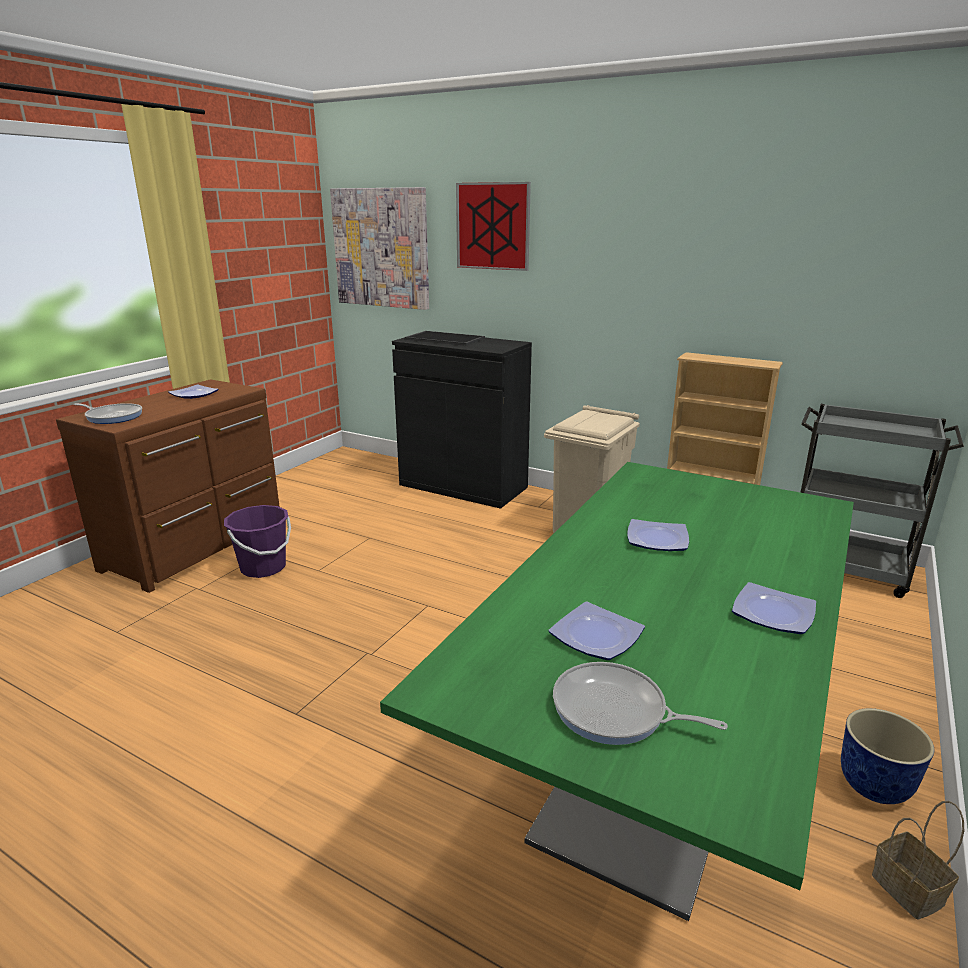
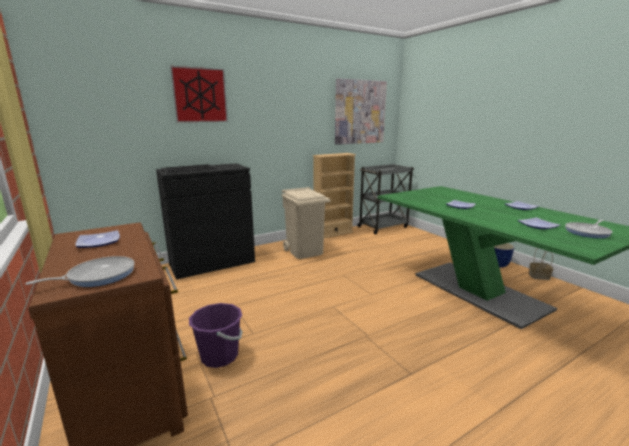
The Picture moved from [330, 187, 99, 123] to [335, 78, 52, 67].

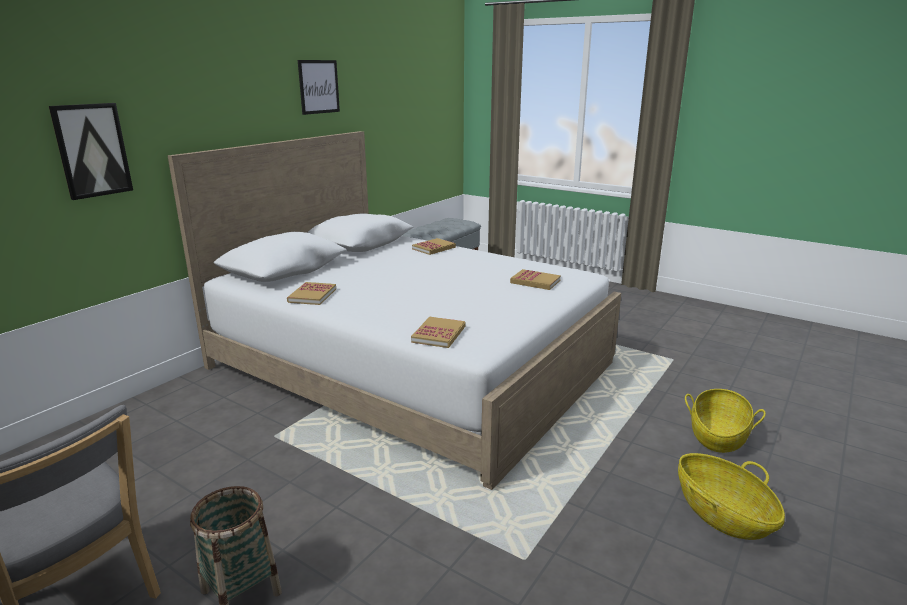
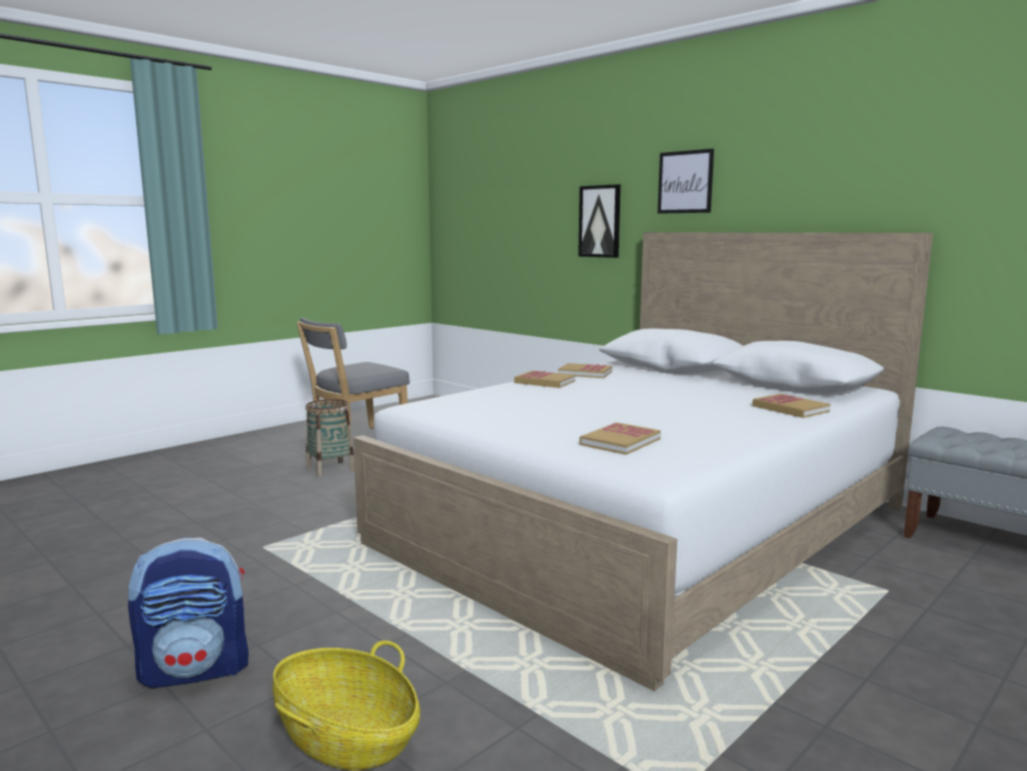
The Basket at [678, 453, 107, 87] was replaced by the Backpack at [128, 537, 120, 151].
The Book moved from [411, 317, 54, 31] to [514, 371, 61, 17].
The Picture moved from [298, 60, 42, 55] to [658, 149, 56, 65].

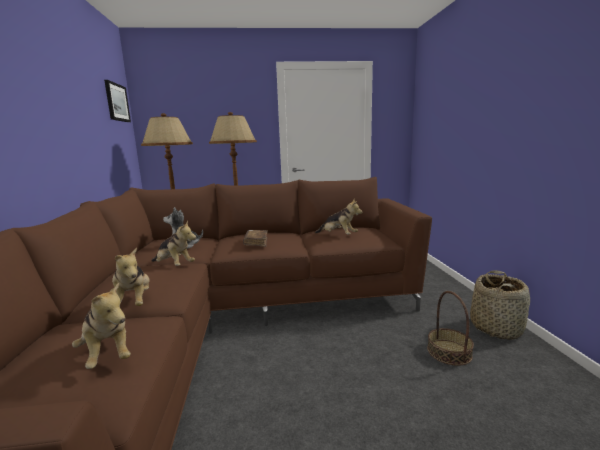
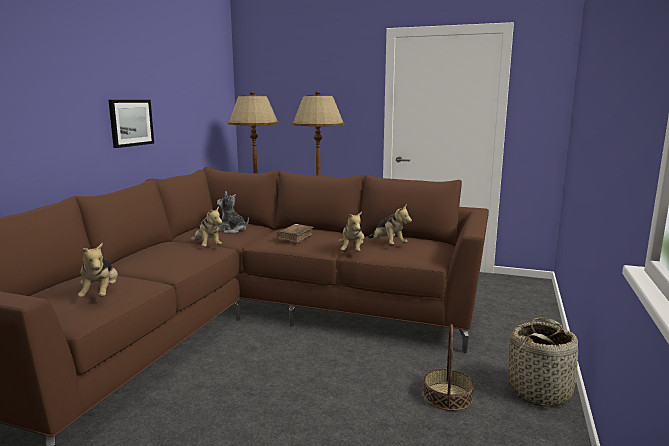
The Picture moved from [104, 80, 27, 42] to [108, 100, 46, 48].
The PlushToy moved from [110, 247, 40, 59] to [339, 211, 25, 41].

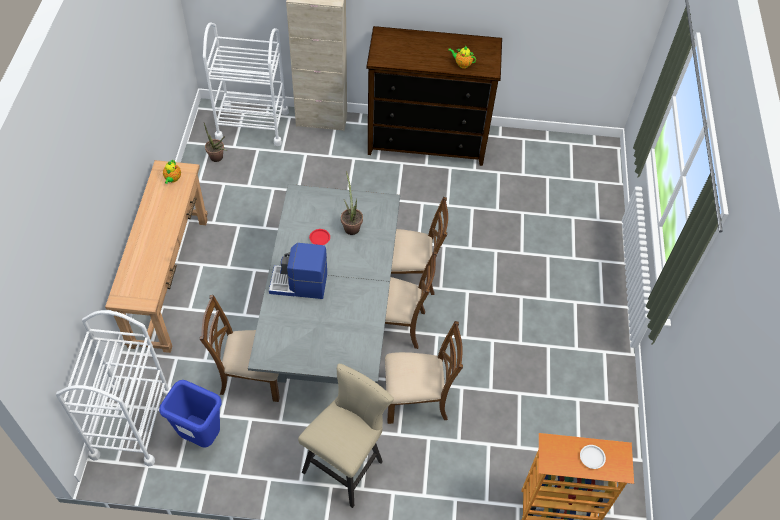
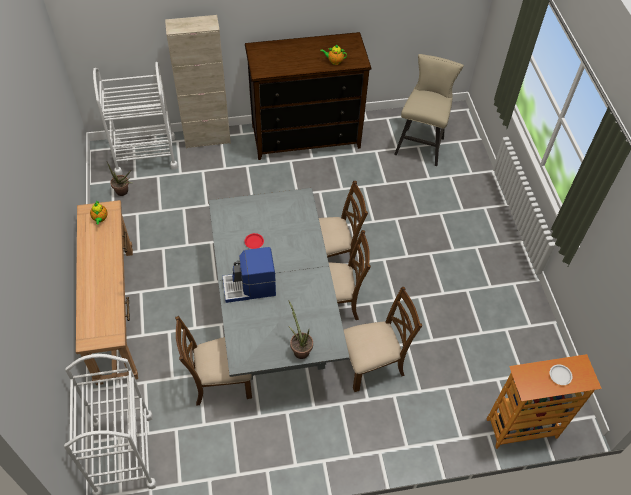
The PottedPlant moved from [341, 171, 22, 64] to [288, 300, 25, 59].
The BeigeStool moved from [298, 363, 96, 145] to [394, 54, 70, 112].
The BlueTrashCan at [159, 380, 63, 68] disappeared.

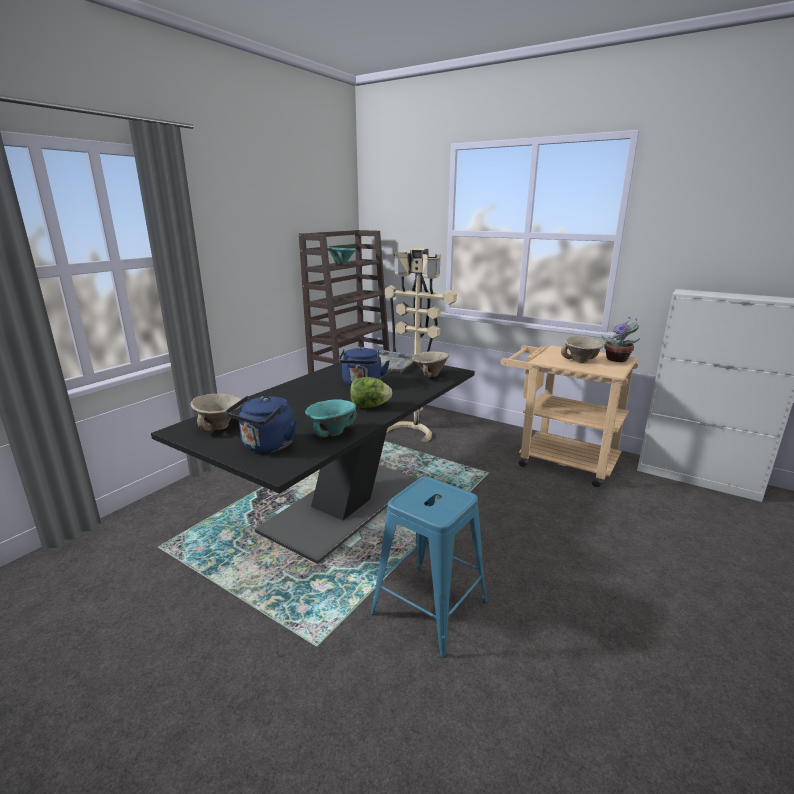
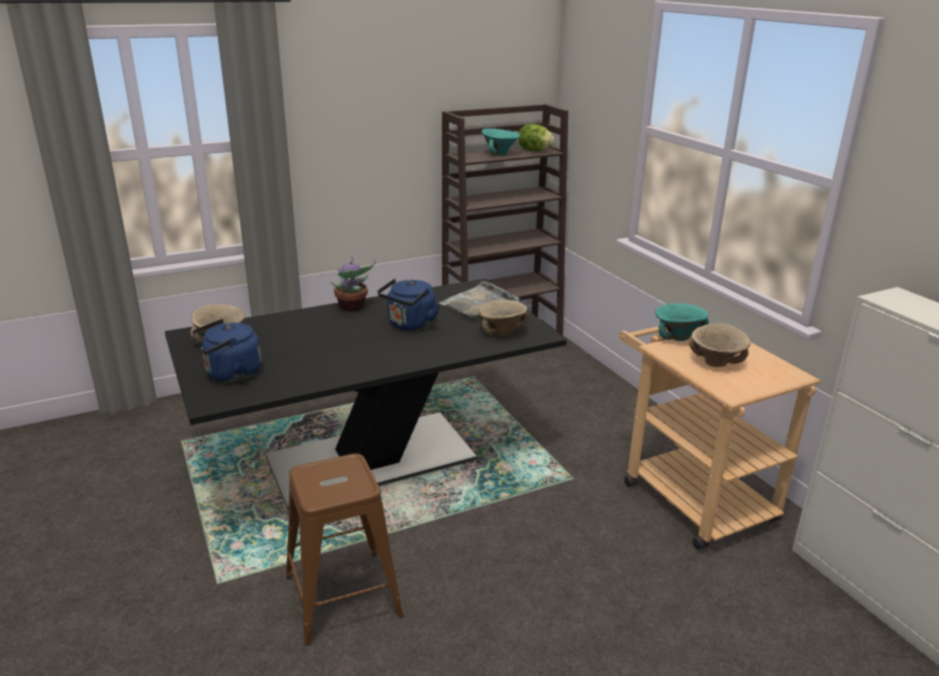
The BlueStool at [371, 477, 116, 181] became the BrownStool at [286, 454, 117, 192].
The PottedPlant moved from [601, 317, 39, 45] to [331, 256, 45, 56].
The Lettuce moved from [350, 377, 42, 31] to [518, 124, 36, 27].
The TurquoiseBowl moved from [305, 399, 52, 38] to [655, 303, 54, 38].
The BeigeFloorLamp at [385, 248, 72, 194] disappeared.

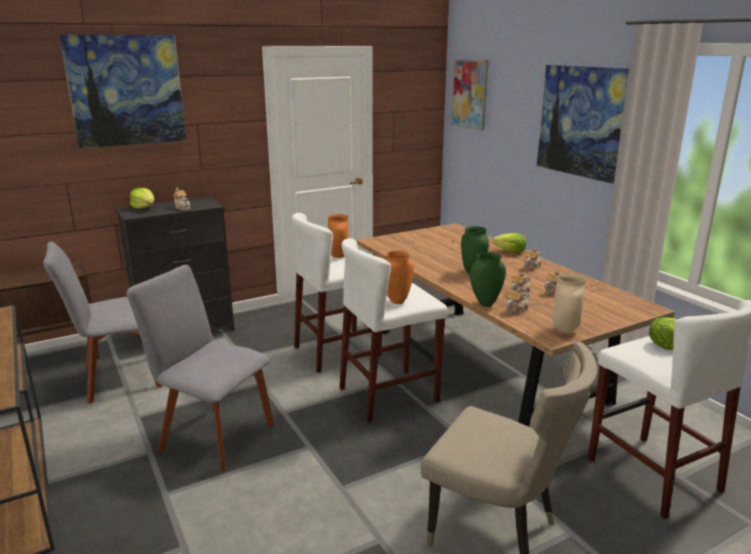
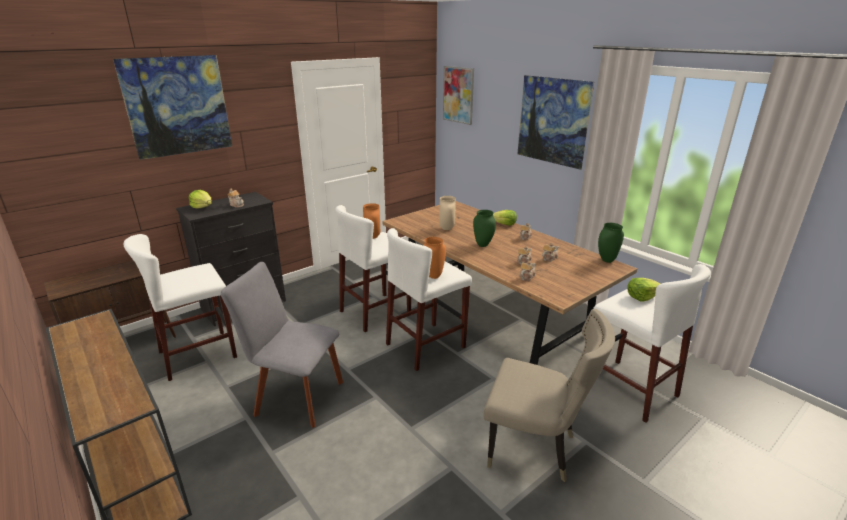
The GreyChair at [43, 241, 119, 163] was replaced by the WhiteStool at [123, 234, 114, 147].
The BeigeVase moved from [552, 273, 34, 60] to [439, 196, 17, 34].
The GreenVase moved from [470, 252, 36, 55] to [598, 223, 26, 40].

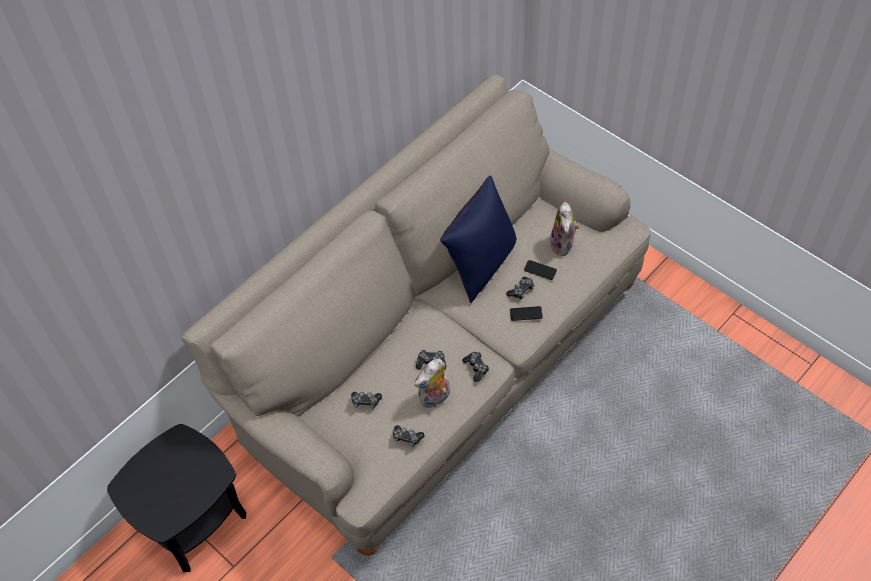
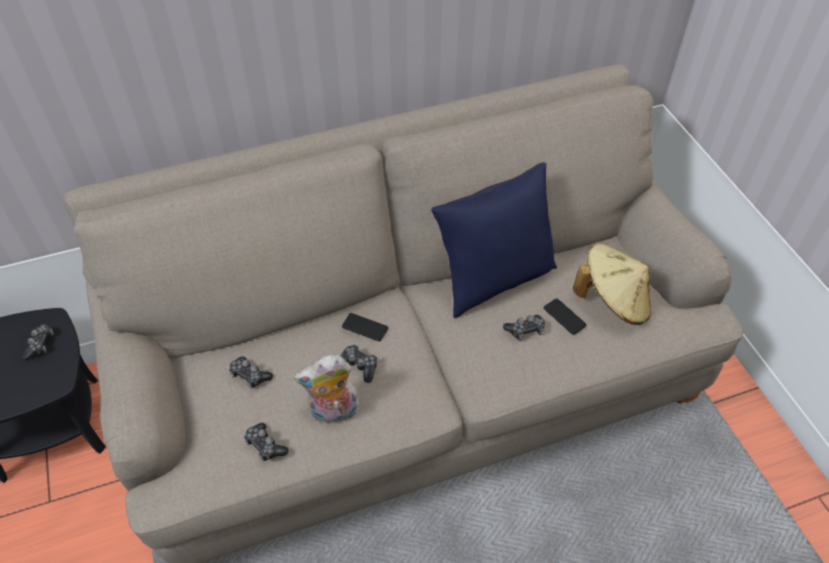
The GameController moved from [462, 352, 27, 30] to [22, 324, 31, 36].
The Phone moved from [510, 306, 33, 15] to [342, 313, 46, 28].
The PlushToy at [550, 202, 30, 54] was replaced by the BeigeHat at [573, 244, 78, 81].

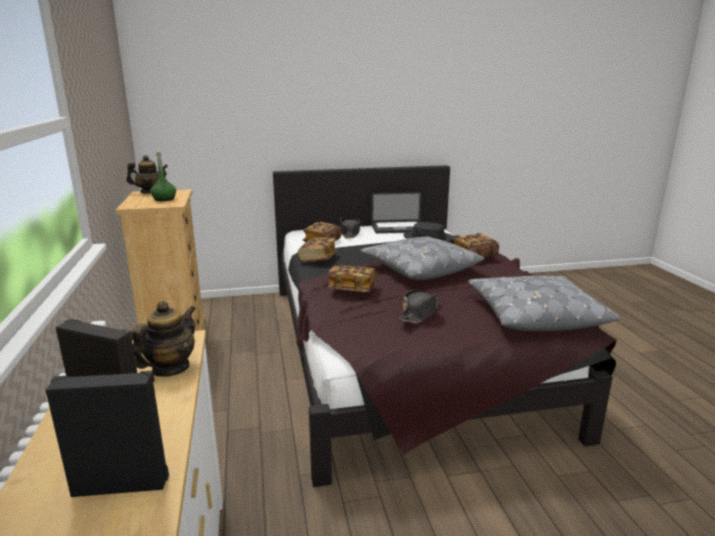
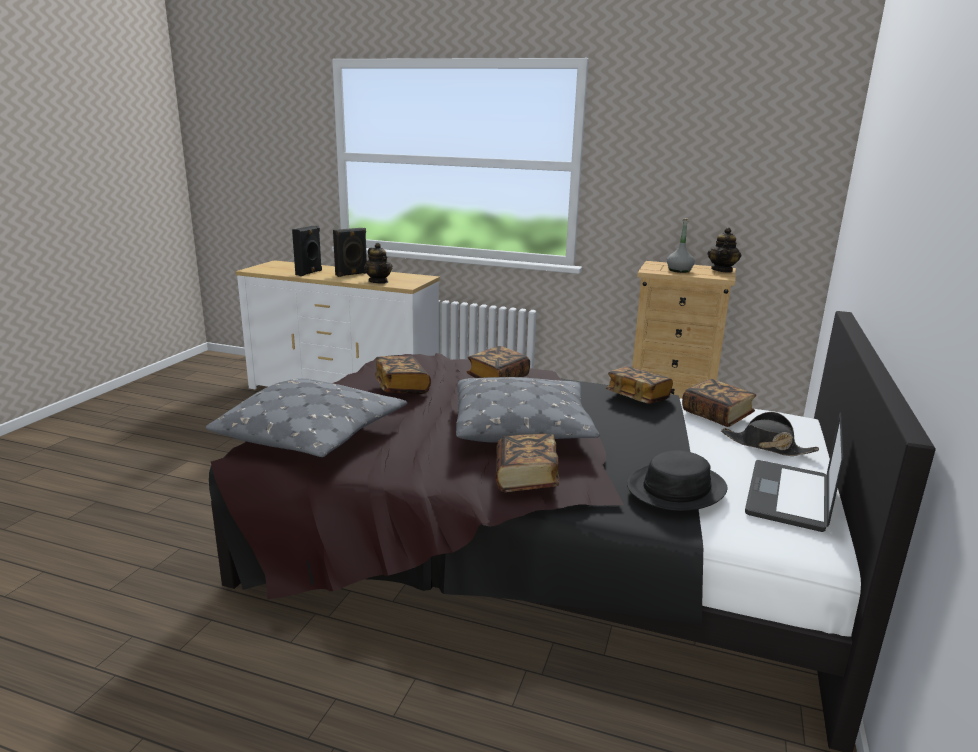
The BlackHat at [399, 290, 40, 33] was replaced by the Book at [375, 356, 56, 38].
The GreenBottle at [150, 152, 26, 49] became the GreyBottle at [667, 218, 28, 55].

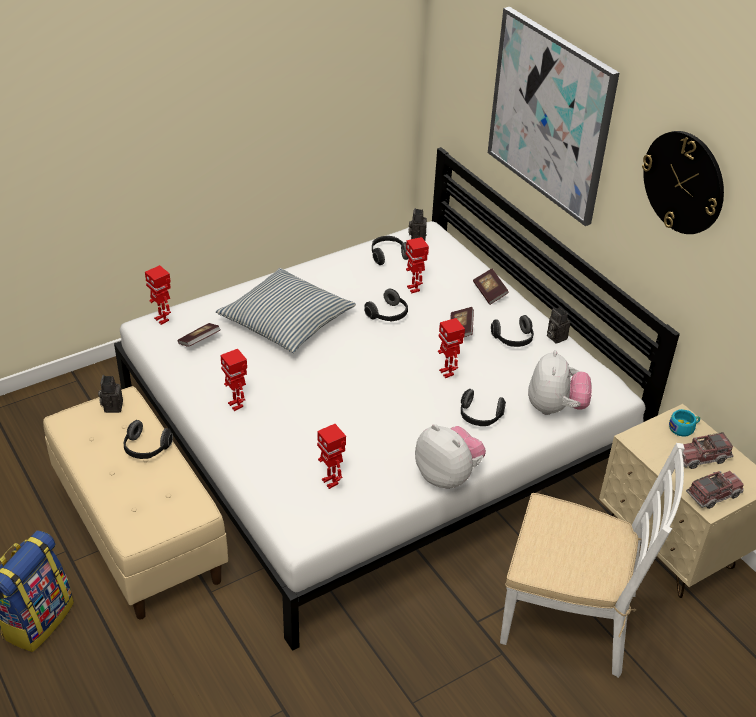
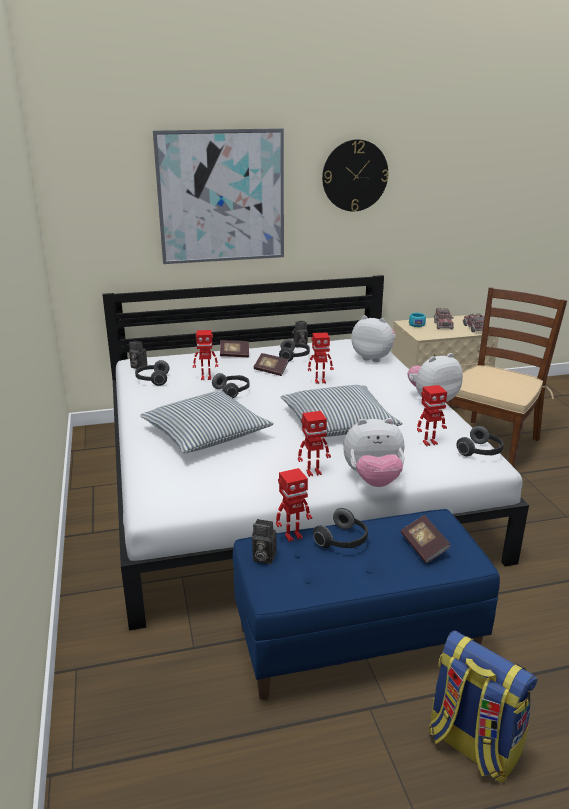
The BeigeBench at [43, 386, 185, 233] became the BlueBench at [233, 509, 267, 191].
The ToyRobot moved from [145, 265, 26, 60] to [276, 468, 36, 74].
The Pillow at [281, 385, 121, 52] appeared.
The PlushToy at [343, 418, 62, 69] appeared.
The Book moved from [177, 323, 44, 24] to [401, 515, 50, 48].
The WhiteChair at [500, 443, 185, 235] became the BrownChair at [446, 287, 121, 180].
The Headphones moved from [461, 389, 45, 37] to [456, 426, 48, 31].

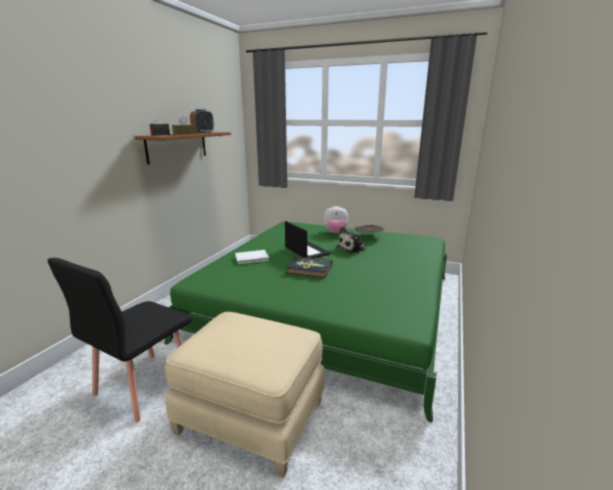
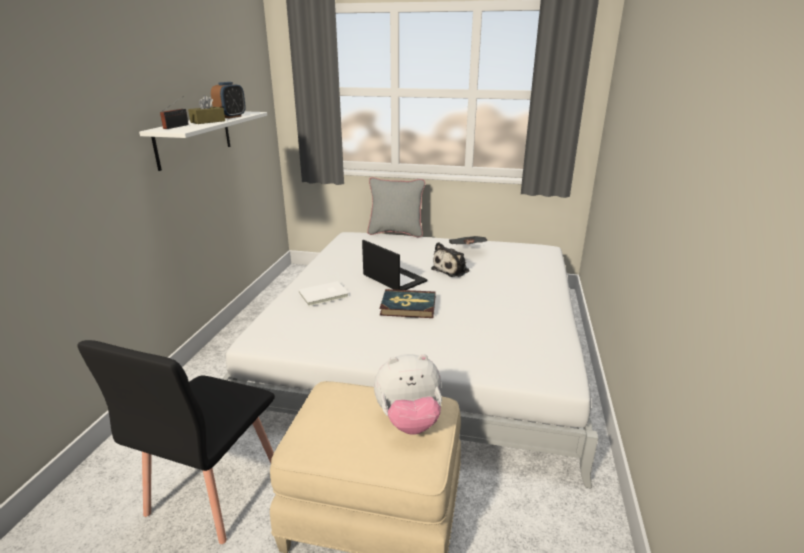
The BrownShelf at [135, 132, 96, 32] became the WhiteShelf at [139, 111, 128, 60].
The GreenBed at [164, 222, 283, 201] became the WhiteBed at [219, 232, 379, 257].
The GreyPillow at [367, 177, 58, 60] appeared.
The PlushToy moved from [323, 205, 26, 28] to [374, 354, 68, 81].

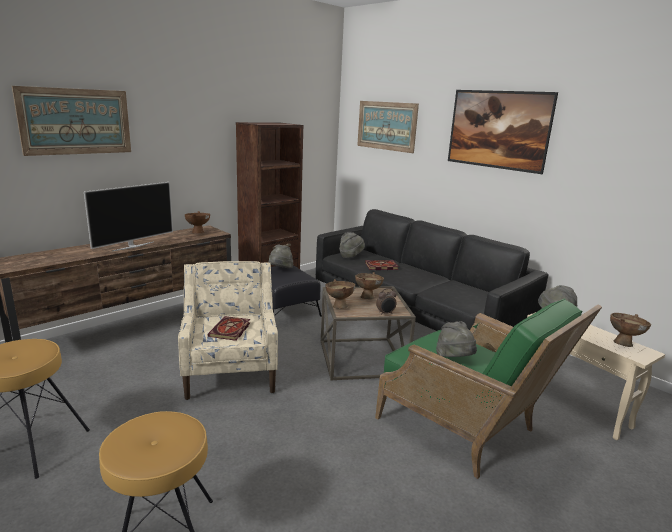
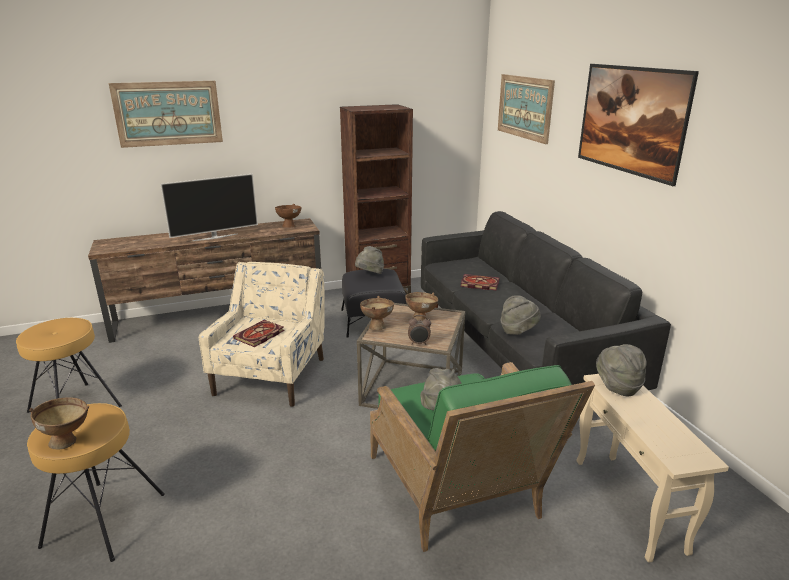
The BrownBowl moved from [610, 313, 41, 34] to [30, 397, 59, 53].
The GreyHat moved from [339, 232, 26, 26] to [501, 295, 40, 40].

